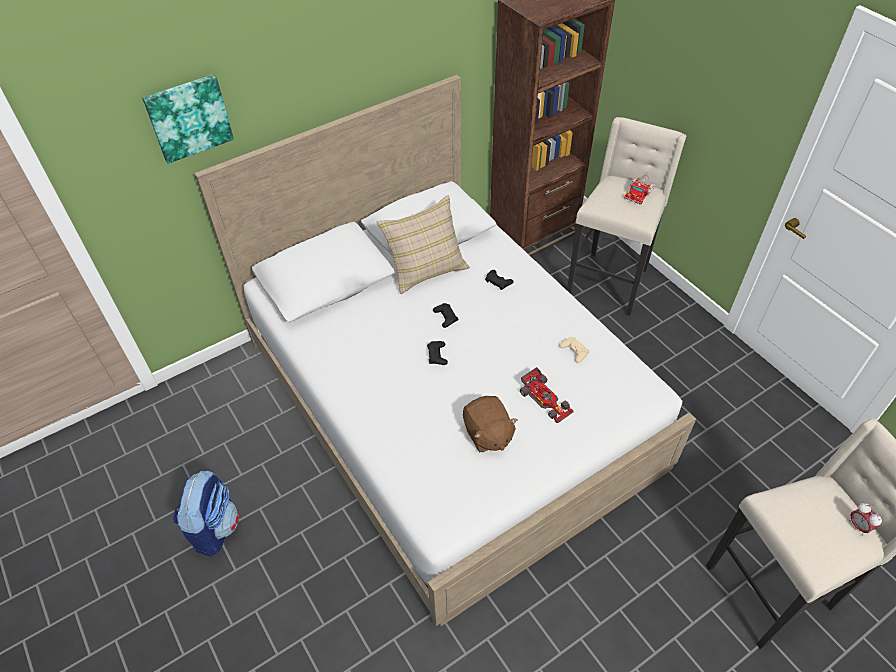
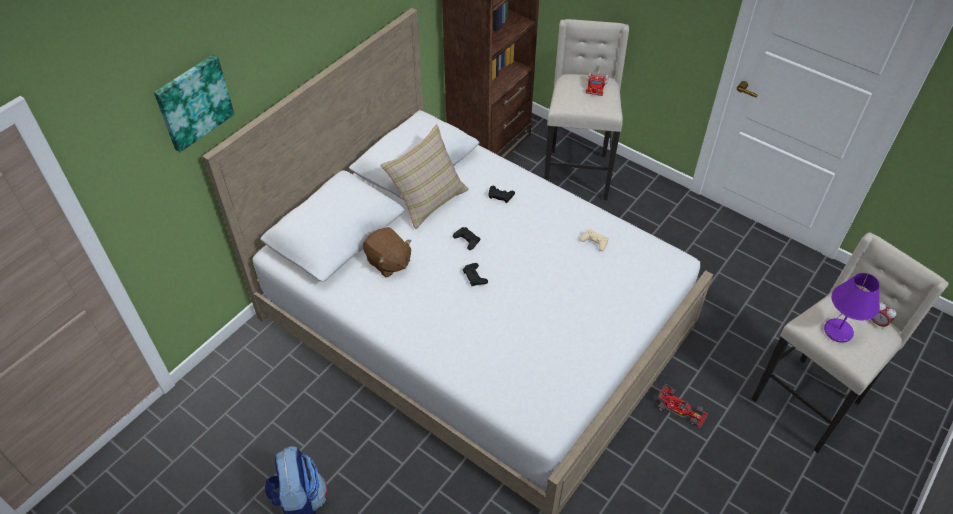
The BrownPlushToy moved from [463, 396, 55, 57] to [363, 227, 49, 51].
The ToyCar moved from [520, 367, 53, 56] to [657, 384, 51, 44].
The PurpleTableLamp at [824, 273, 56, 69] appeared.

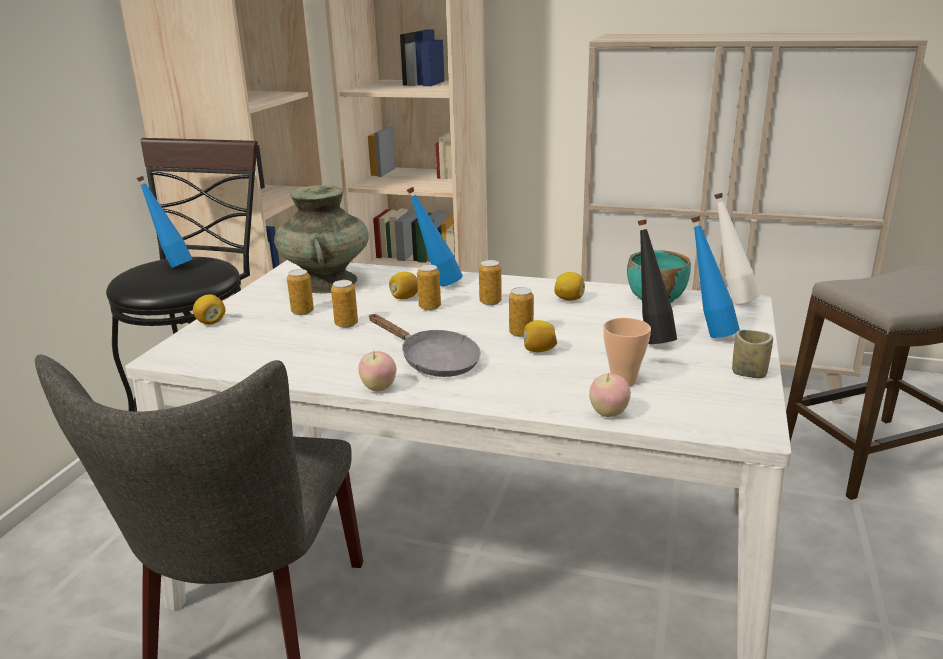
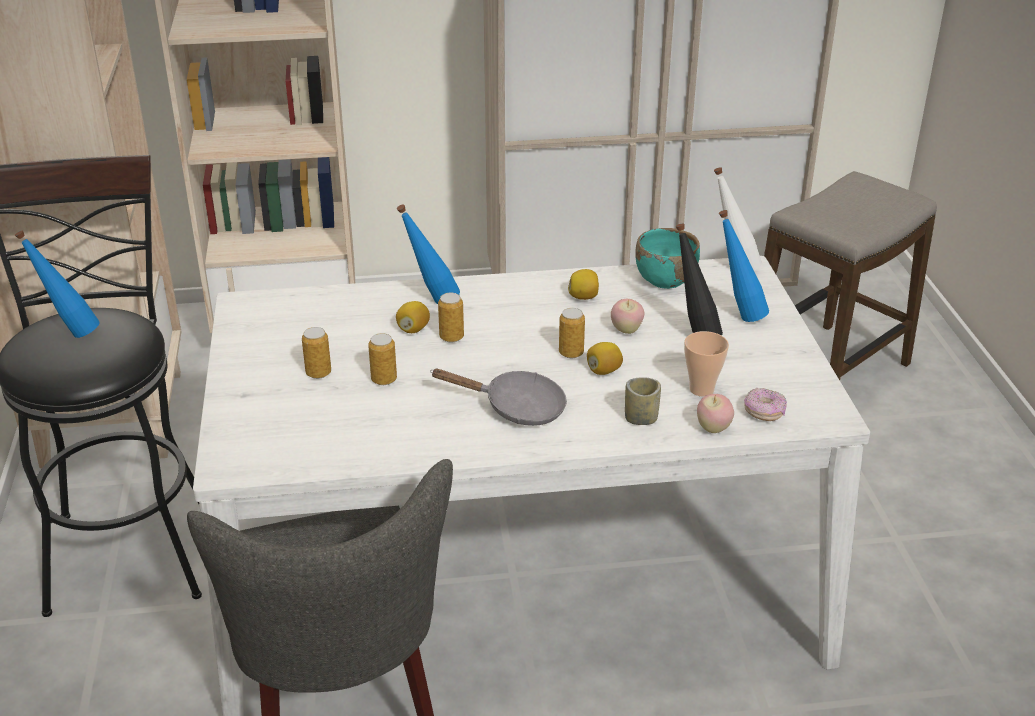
The Apple moved from [358, 351, 38, 41] to [611, 299, 33, 35].
The Cup moved from [732, 330, 41, 48] to [625, 377, 36, 48].
The Donut at [744, 388, 43, 33] appeared.
The Lemon at [193, 294, 32, 30] disappeared.
The TurquoiseVase at [274, 185, 95, 108] disappeared.
The Can at [479, 260, 23, 46] disappeared.

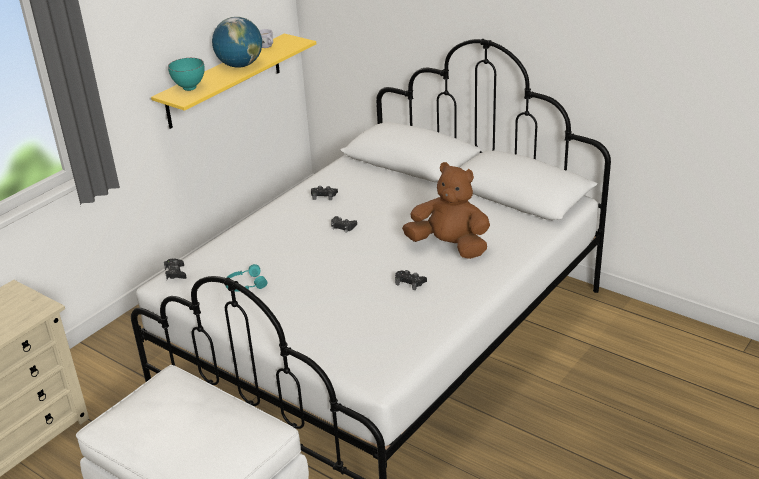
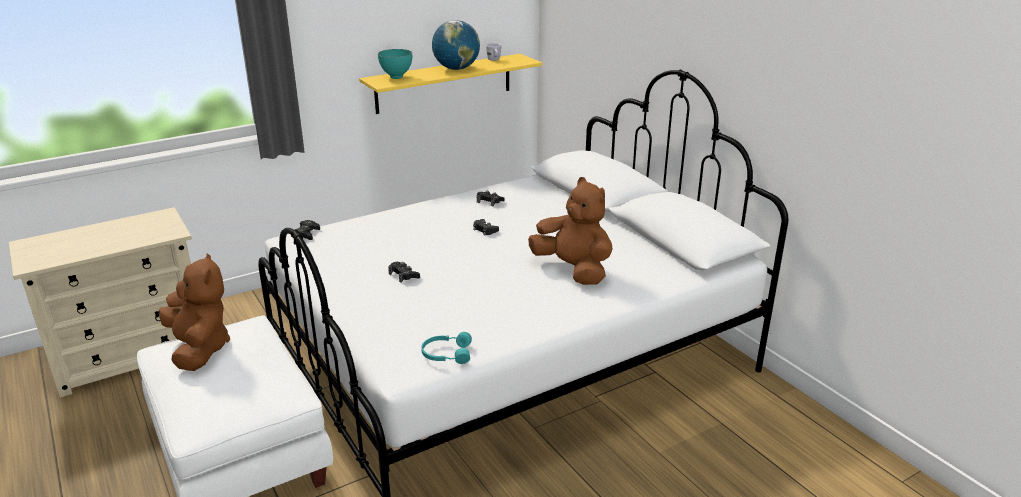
The BrownPlushToy at [159, 253, 71, 118] appeared.
The BlackGameController moved from [395, 270, 32, 21] to [388, 262, 32, 21].
The TurquoiseHeadphones moved from [225, 264, 42, 28] to [421, 332, 51, 32].

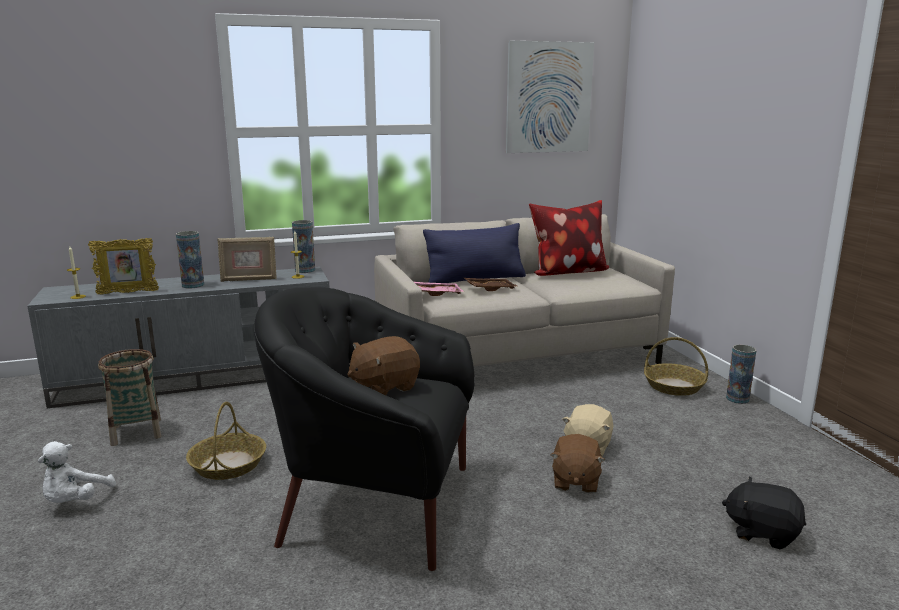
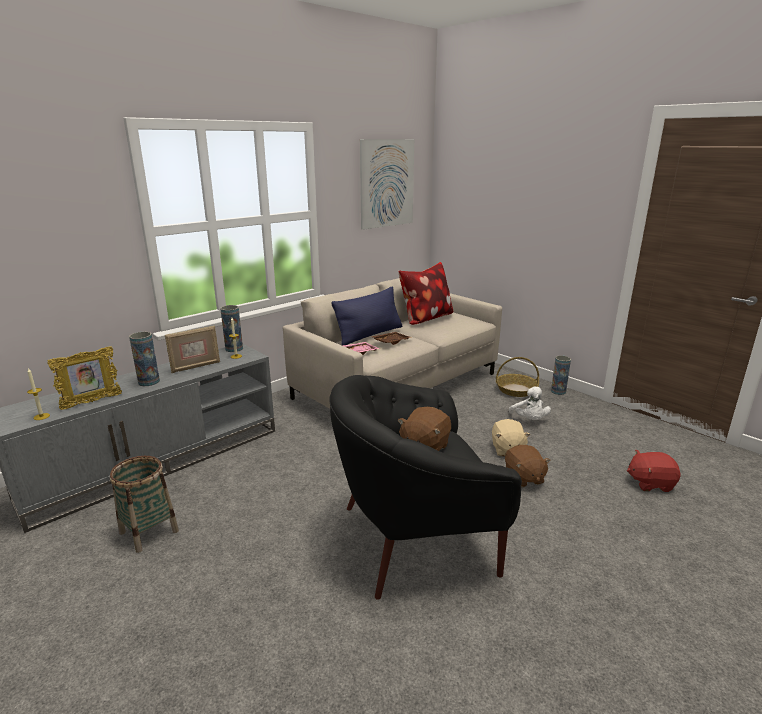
The WhitePlushToy moved from [38, 441, 78, 62] to [509, 387, 42, 33].
The BlackPlushToy at [722, 476, 84, 73] became the RedPlushToy at [627, 450, 54, 42].
The Basket at [186, 402, 80, 78] disappeared.

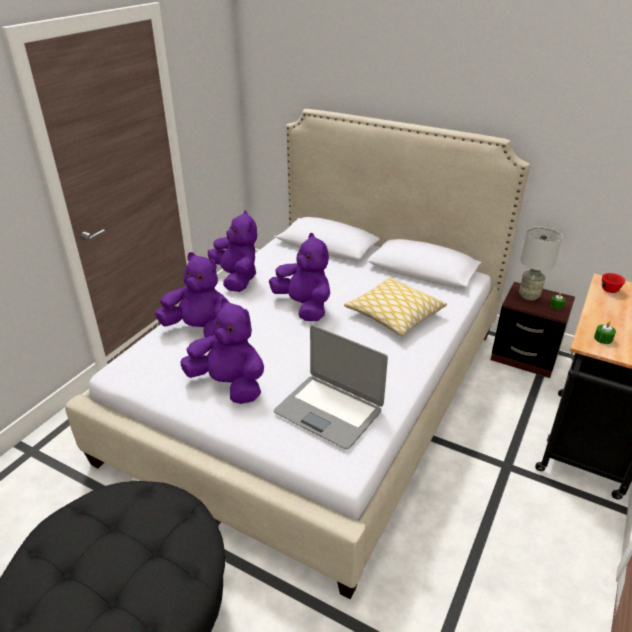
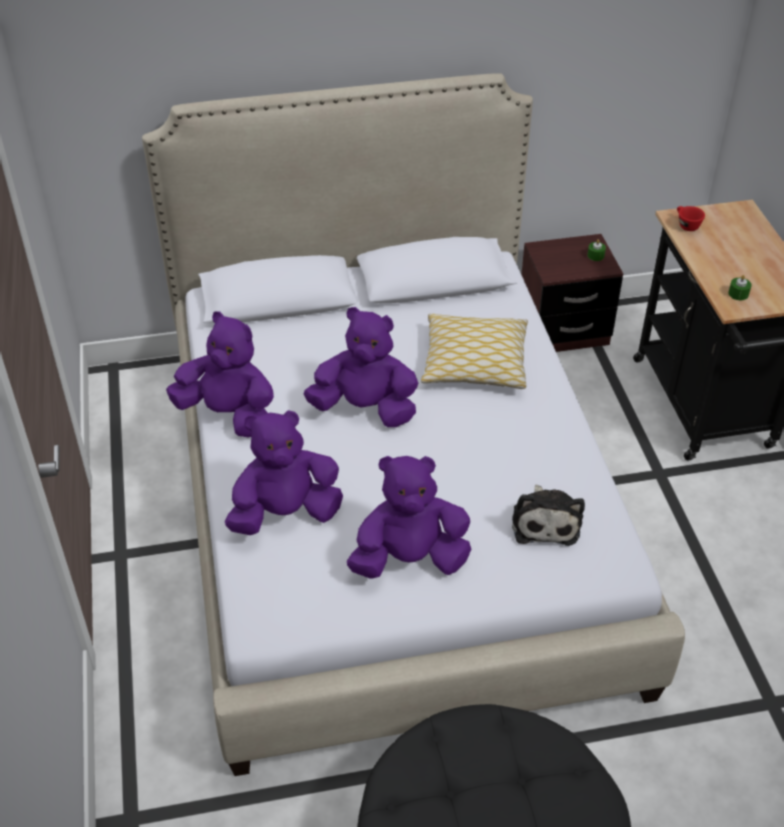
The Laptop at [274, 325, 114, 124] was replaced by the PlushToy at [512, 485, 73, 61].
The GreyTableLamp at [519, 227, 44, 73] disappeared.

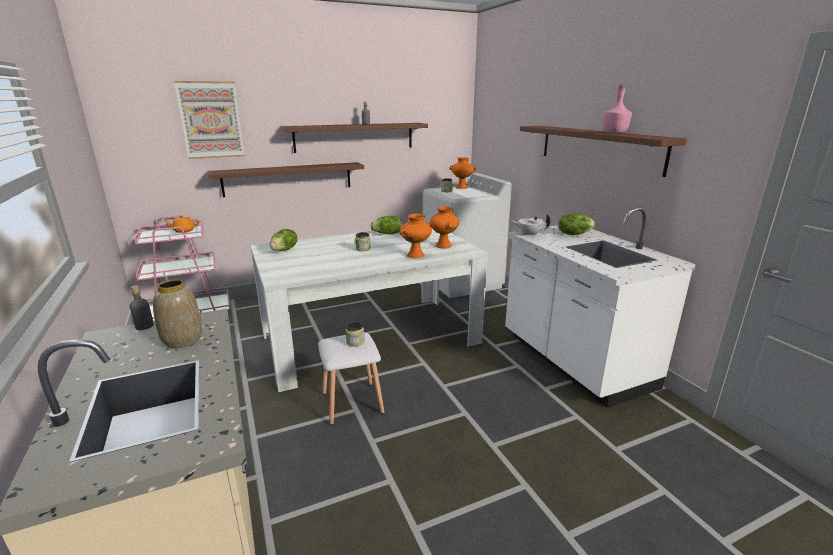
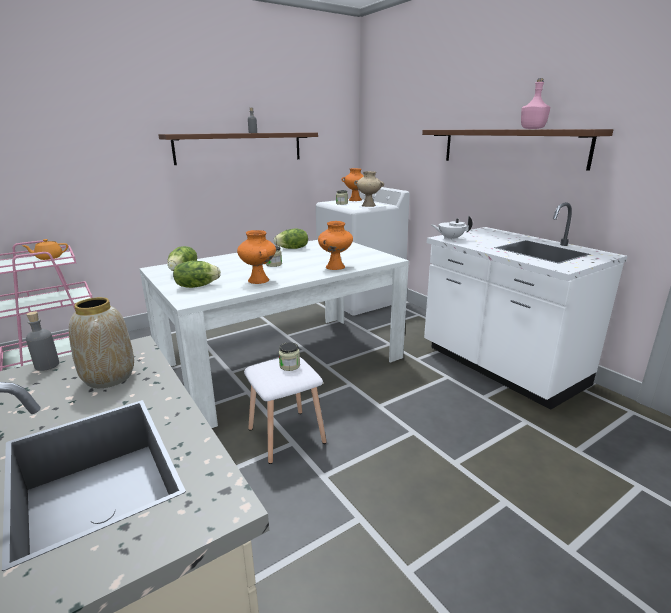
The Lettuce moved from [558, 213, 37, 22] to [173, 261, 48, 27].
The OrangeVase moved from [430, 206, 30, 43] to [237, 230, 39, 54].
The BeigeVase at [354, 171, 30, 36] appeared.
The Picture at [174, 81, 71, 78] disappeared.
The BrownShelf at [208, 162, 156, 35] disappeared.

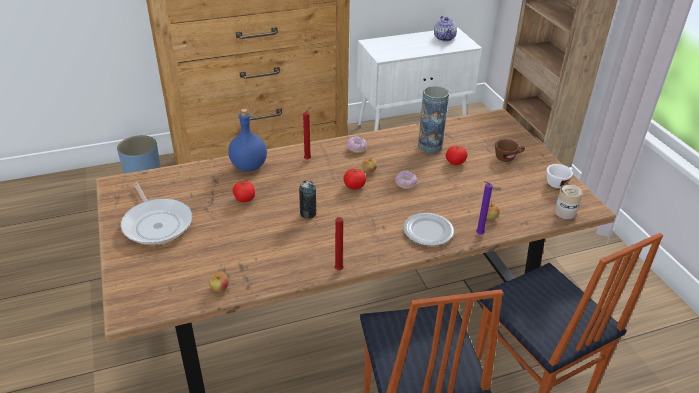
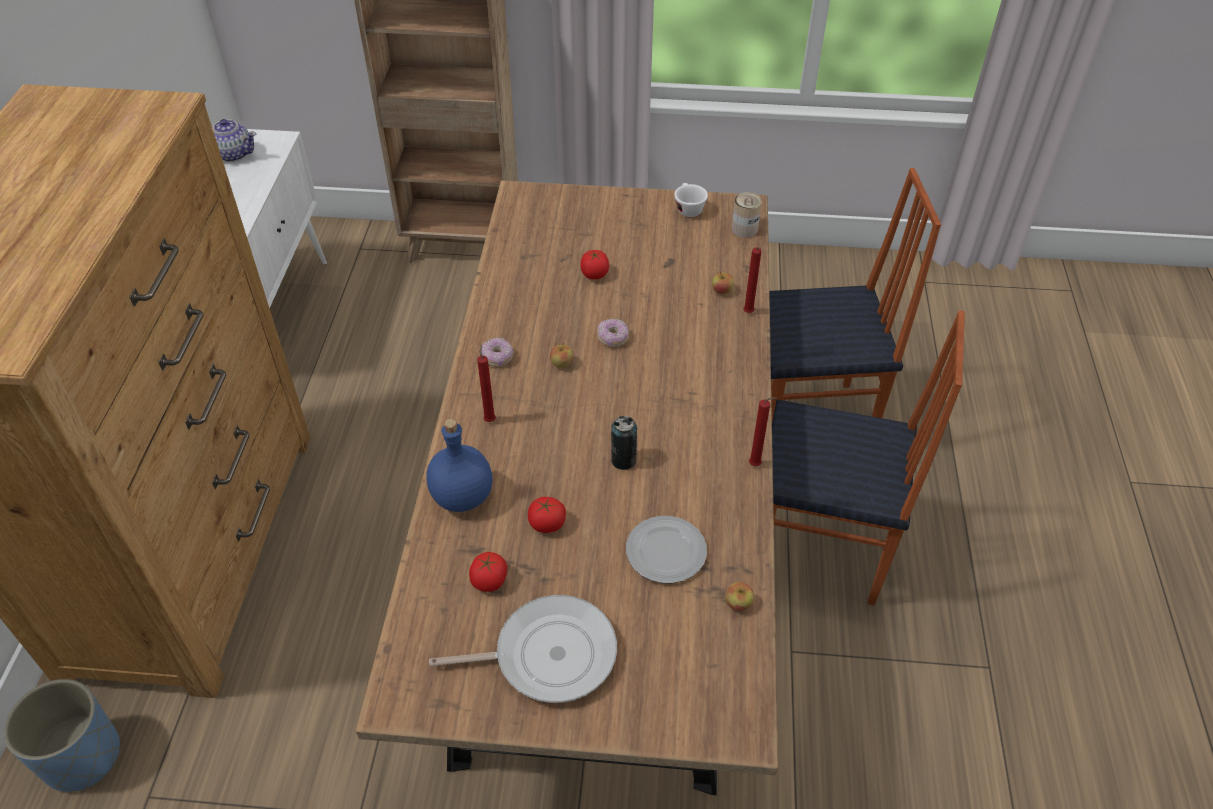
The Tomato moved from [344, 169, 22, 21] to [469, 552, 38, 40].
The Plate moved from [403, 213, 51, 33] to [626, 516, 81, 67].
The PurpleCandle at [476, 181, 17, 53] became the RedCandle at [743, 247, 19, 66].
The Vase at [418, 86, 31, 67] disappeared.
The BrownCup at [495, 139, 30, 23] disappeared.

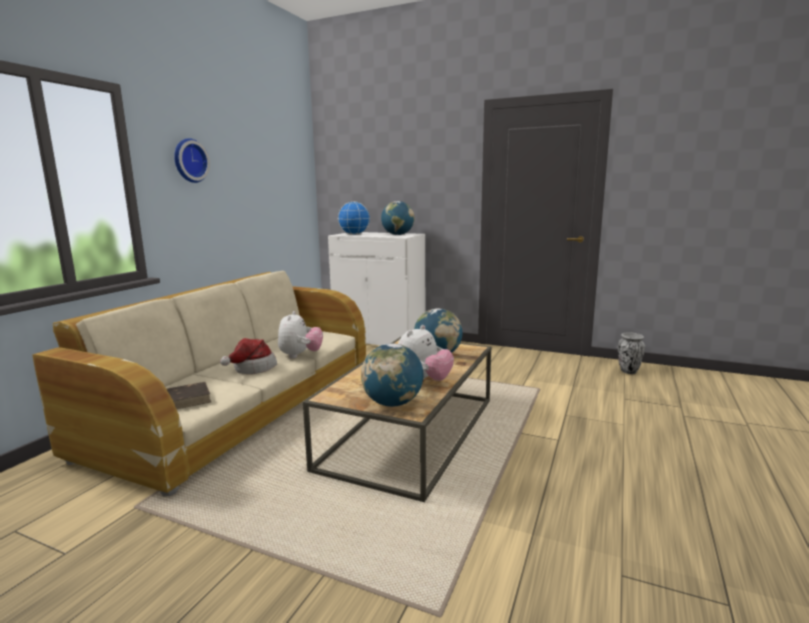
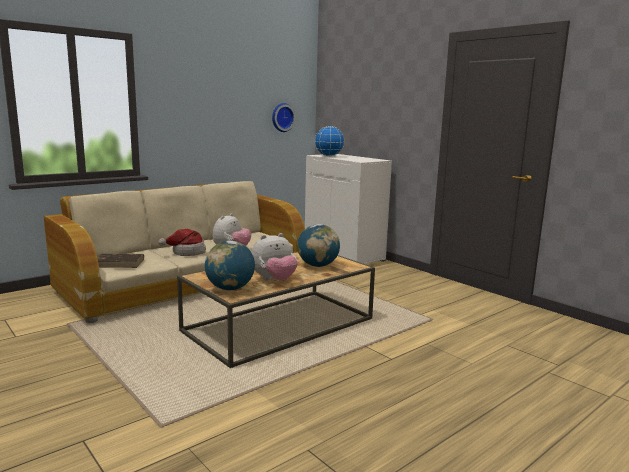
The WallClock moved from [174, 138, 36, 45] to [272, 103, 24, 29].
The Globe at [381, 201, 34, 34] disappeared.
The Vase at [618, 332, 27, 42] disappeared.

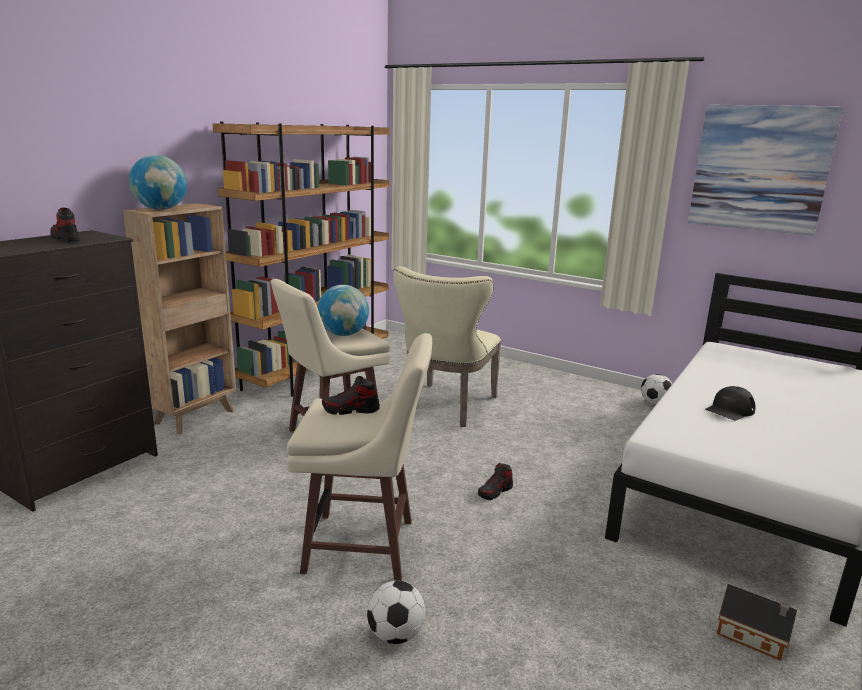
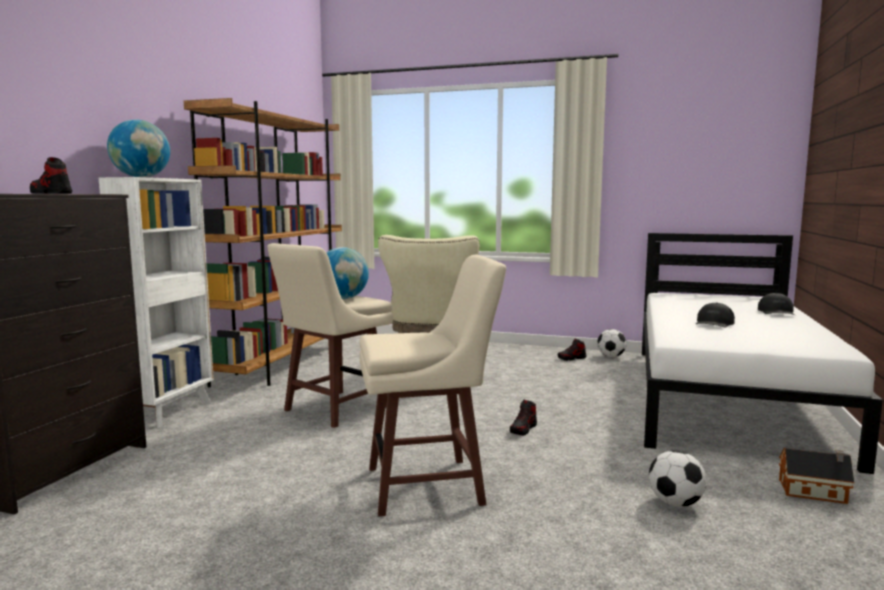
The BrownBookcase at [123, 203, 113, 231] became the WhiteBookcase at [99, 177, 115, 251].
The Shoe moved from [322, 376, 58, 39] to [558, 338, 28, 23].
The Football moved from [367, 581, 59, 63] to [649, 450, 58, 57].
The BlackCap at [758, 293, 37, 22] appeared.
The Picture at [688, 105, 156, 131] disappeared.

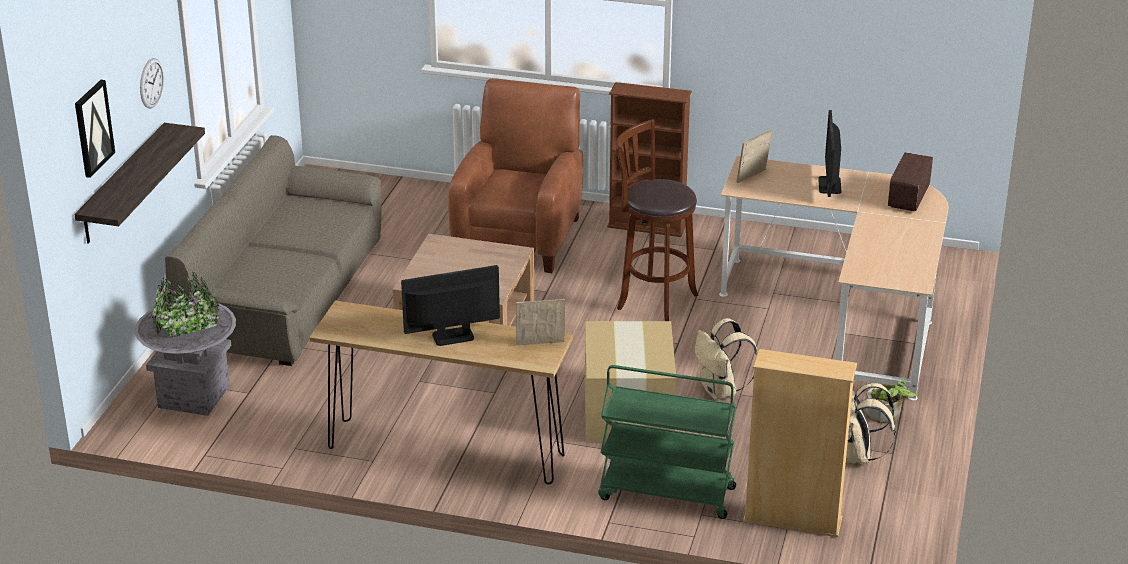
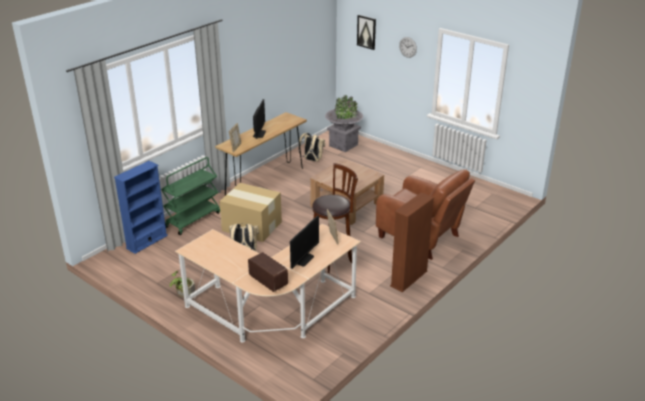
The BeigeBookcase at [743, 349, 114, 188] became the BlueBookcase at [114, 161, 54, 93].
The Monitor at [818, 110, 23, 87] turned 90 degrees clockwise.
The BeigeBackpack moved from [846, 383, 50, 81] to [299, 133, 26, 29].
The Shelf at [74, 123, 131, 121] disappeared.
The Sofa at [165, 135, 217, 231] disappeared.

